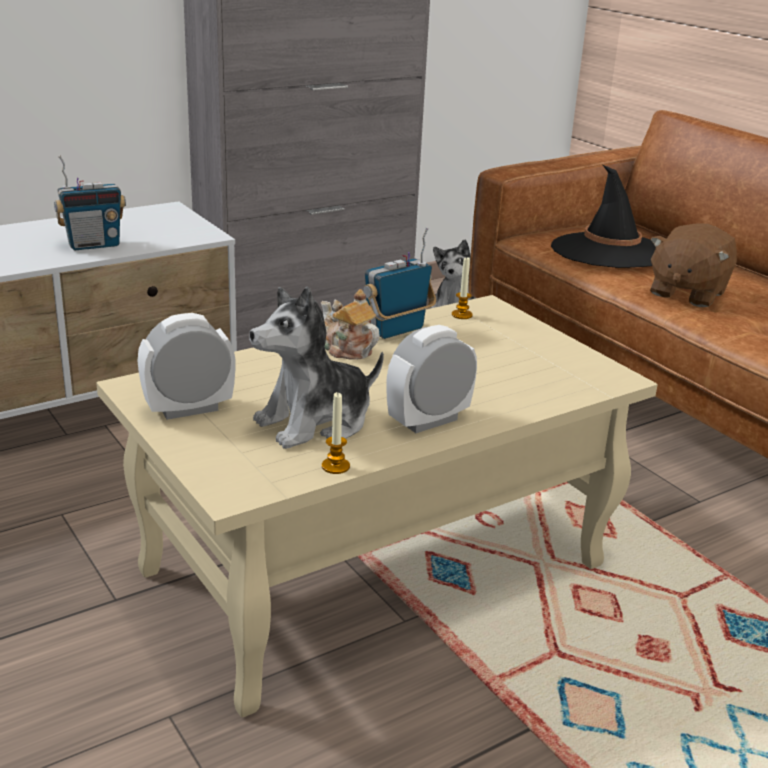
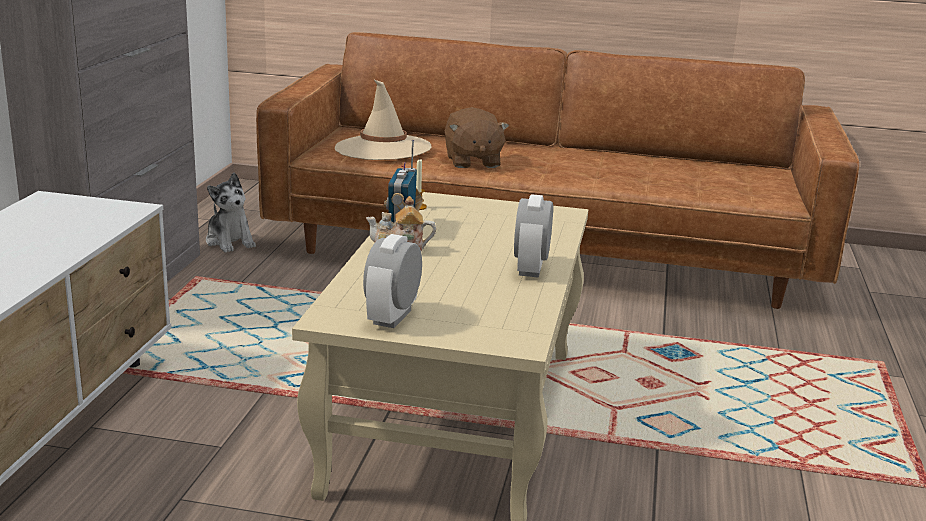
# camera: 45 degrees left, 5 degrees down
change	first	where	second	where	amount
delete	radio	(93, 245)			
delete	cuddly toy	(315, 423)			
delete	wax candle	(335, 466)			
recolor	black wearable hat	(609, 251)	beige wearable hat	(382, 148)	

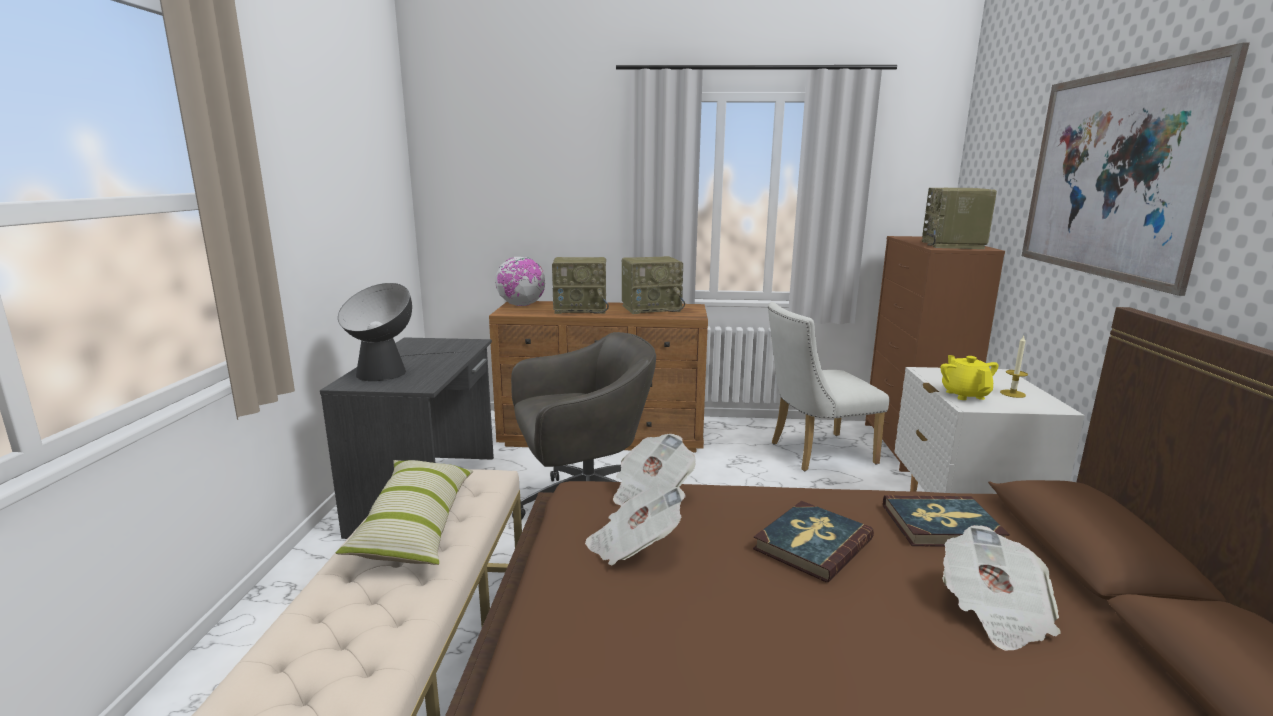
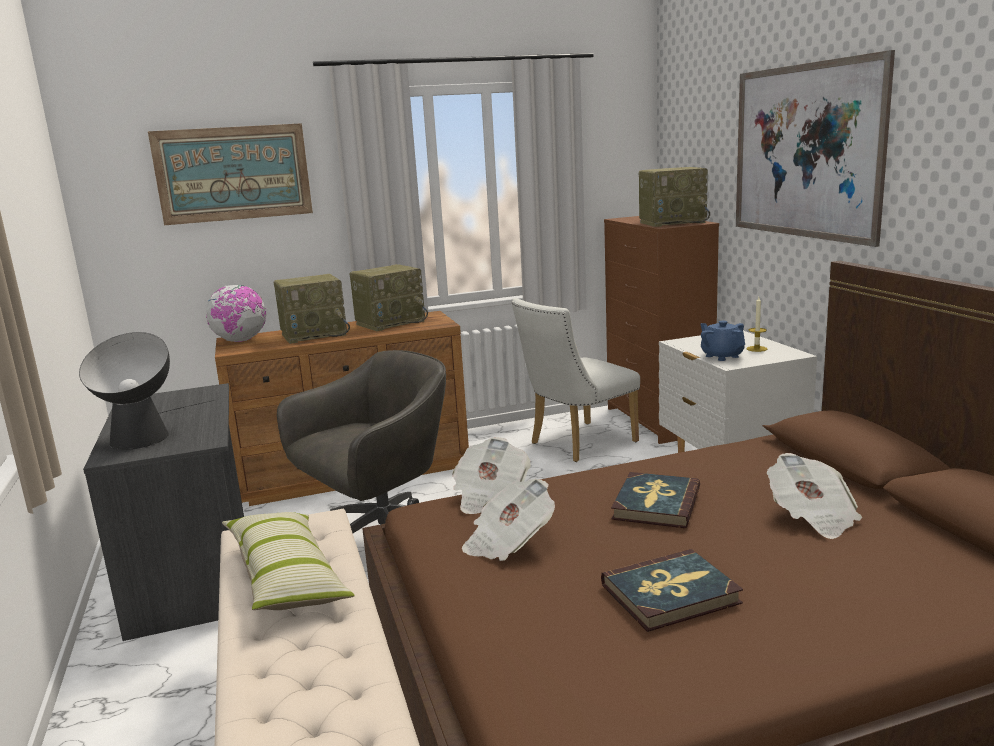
# camera: 20 degrees left, 0 degrees up
change	first	where	second	where	amount
insert			picture	(233, 173)	
move	book	(941, 525)		(670, 594)	
recolor	yellow teapot	(965, 395)	blue teapot	(722, 356)	
rotate	radio	(953, 245)		(673, 222)	90 degrees counterclockwise

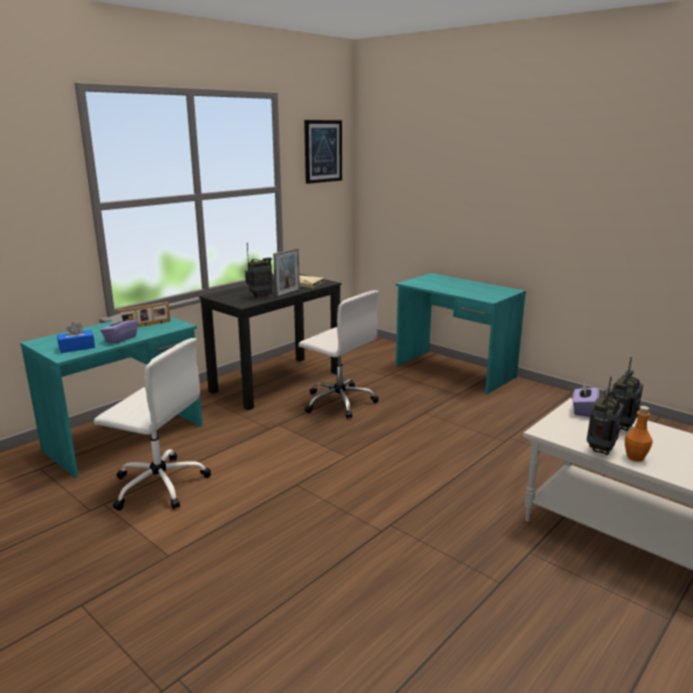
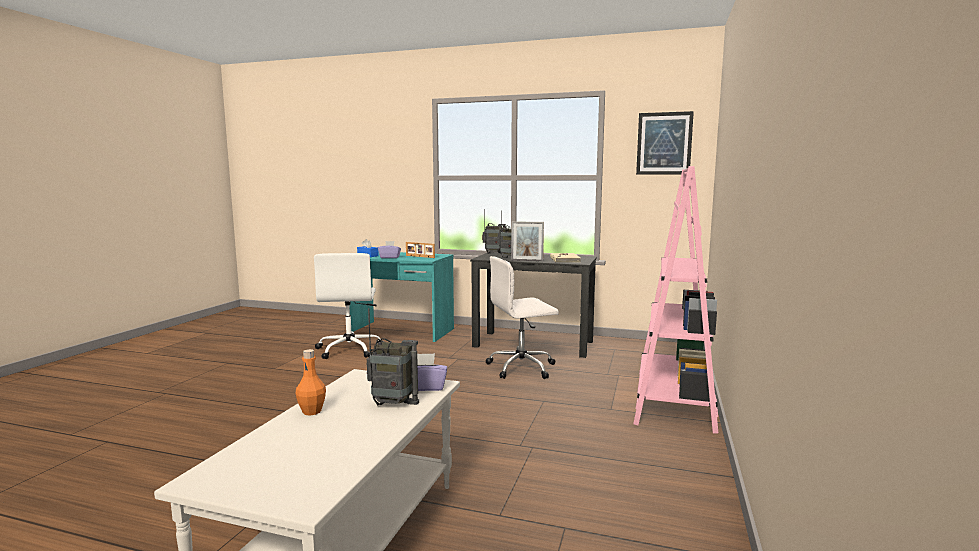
# camera: 65 degrees right, 10 degrees down
change	first	where	second	where	amount
move	radio	(600, 449)		(493, 253)	
replace	blue-green desk unit	(454, 371)	pinkish shelving unit	(673, 399)	
rotate	whitish computer chair	(338, 402)		(522, 367)	60 degrees clockwise

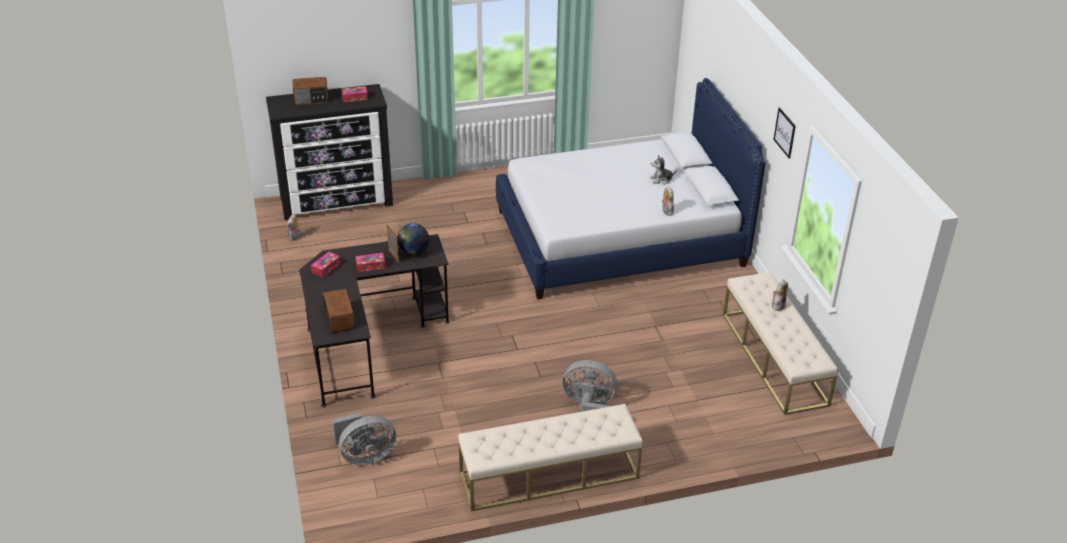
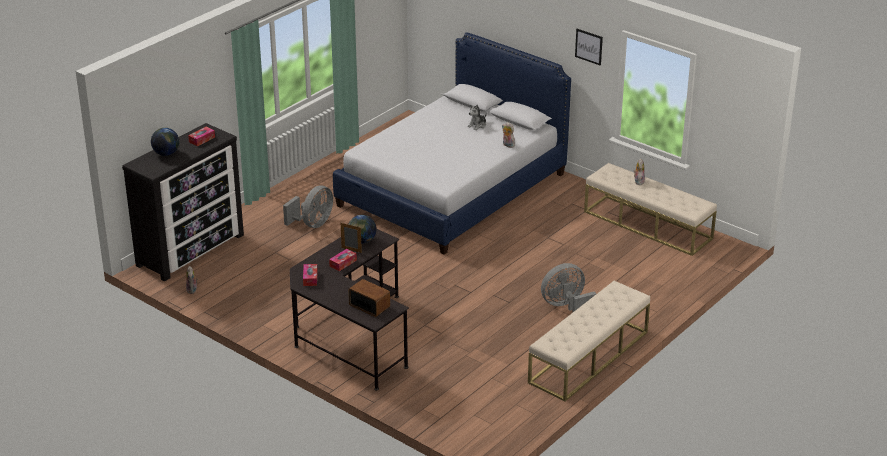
# camera: 35 degrees left, 5 degrees down
change	first	where	second	where	amount
move	gray cooling fan	(365, 456)		(313, 224)	
replace	radio	(311, 99)	globe	(166, 153)	

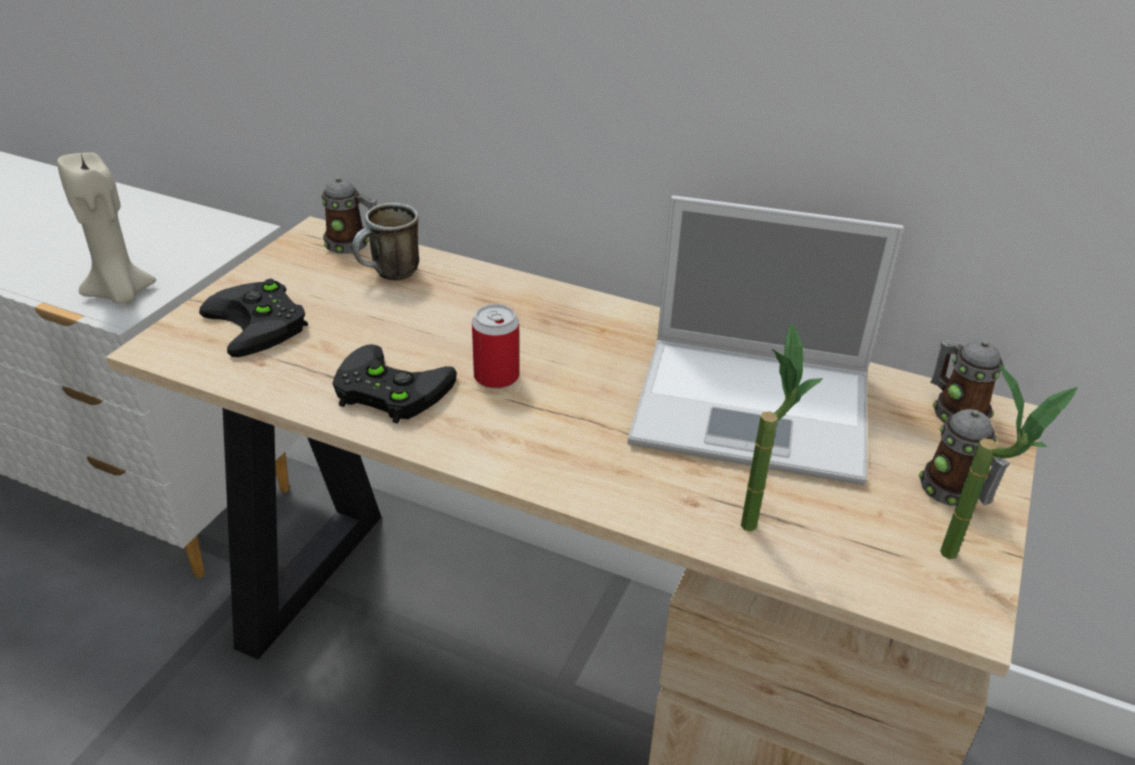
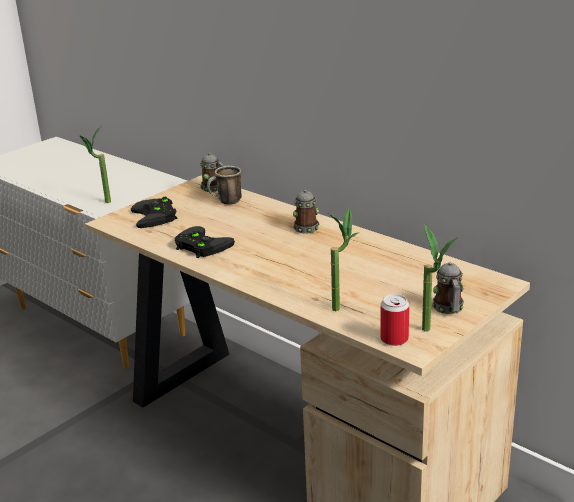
# camera: 20 degrees right, 10 degrees down
change	first	where	second	where	amount
delete	laptop	(757, 408)			
move	can	(496, 377)		(394, 339)	
move	coffee mug	(954, 411)		(305, 227)	
replace	beige wax candle	(120, 294)	plant in a pot	(102, 203)	

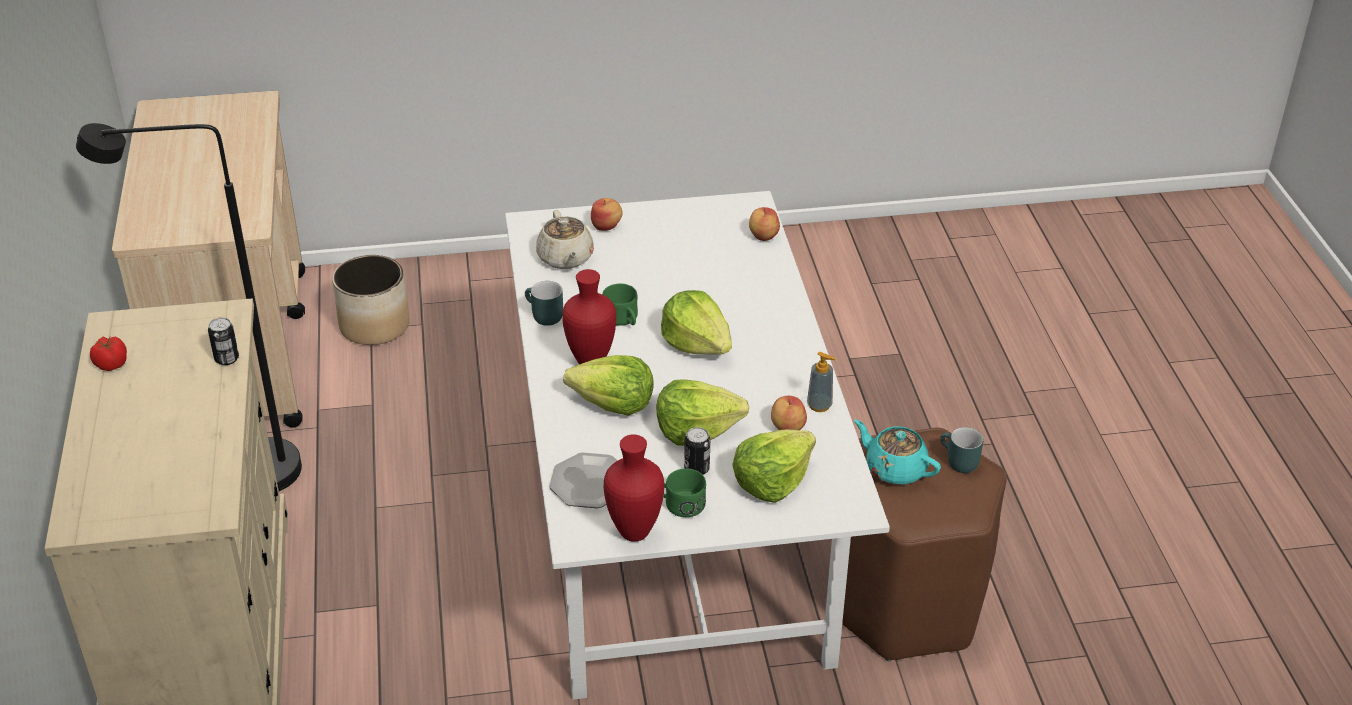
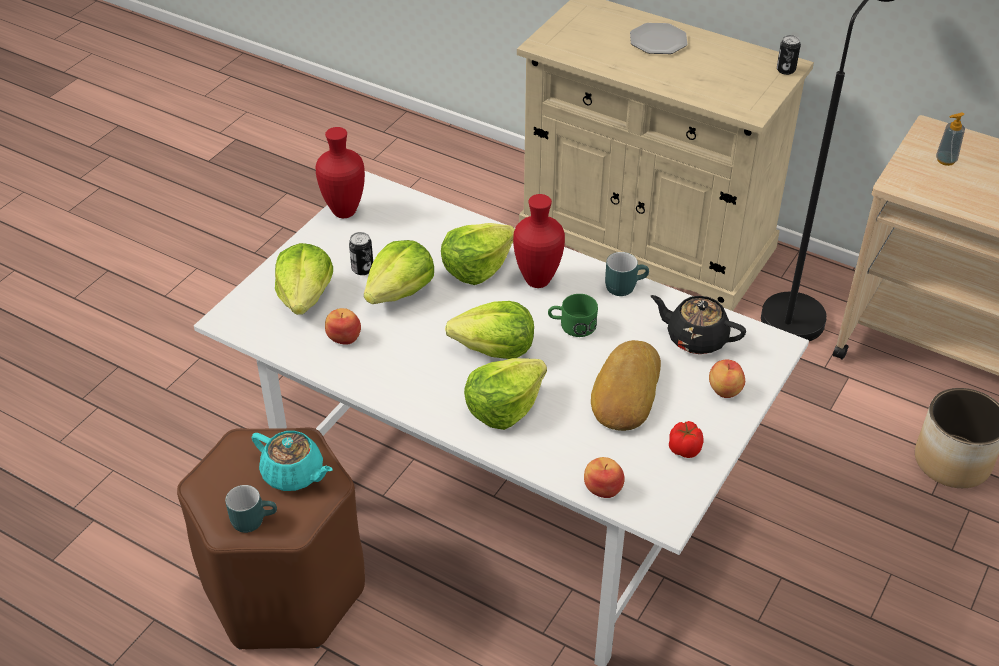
# camera: 130 degrees right, 5 degrees up
change	first	where	second	where	amount
delete	green-coloured coffee mug	(678, 504)			
insert			lettuce	(503, 407)	
insert			bread	(624, 392)	
move	fresh tomato	(111, 364)		(685, 448)	
move	can	(226, 359)		(785, 70)	
move	dinner plate	(590, 482)		(658, 41)	
move	soap bottle	(819, 405)		(945, 160)	
recolor	beige teapot	(565, 258)	black teapot	(695, 338)	
rotate	blue-green teapot	(894, 469)		(294, 474)	45 degrees clockwise

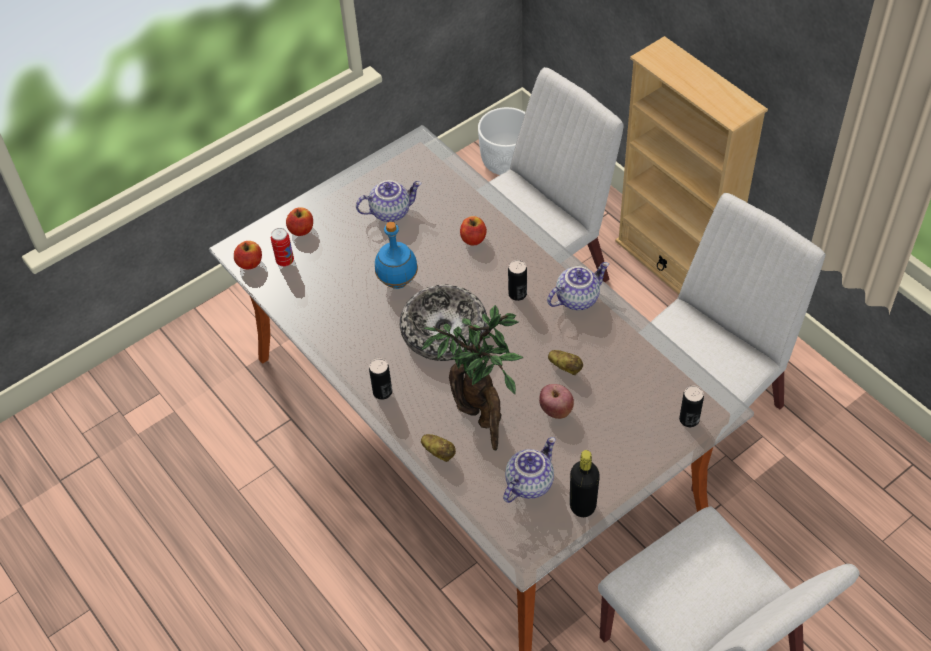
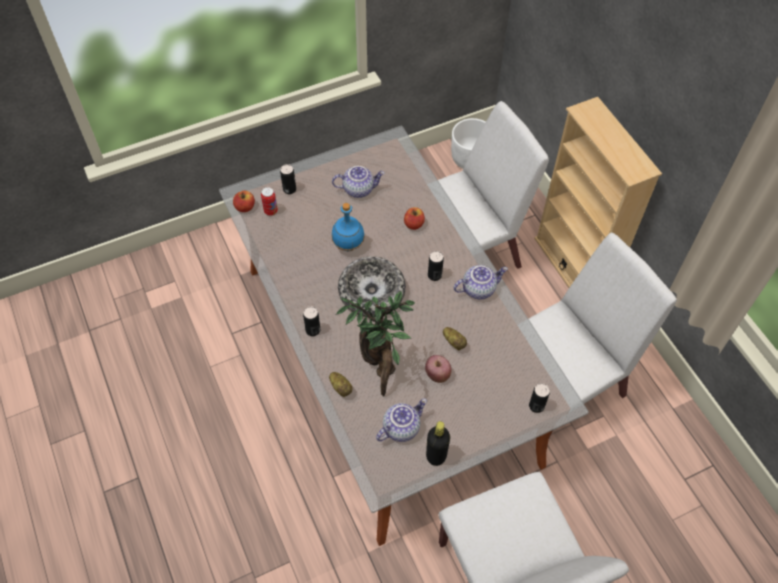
# camera: 10 degrees right, 5 degrees up
change	first	where	second	where	amount
replace	apple	(301, 230)	can	(289, 189)	

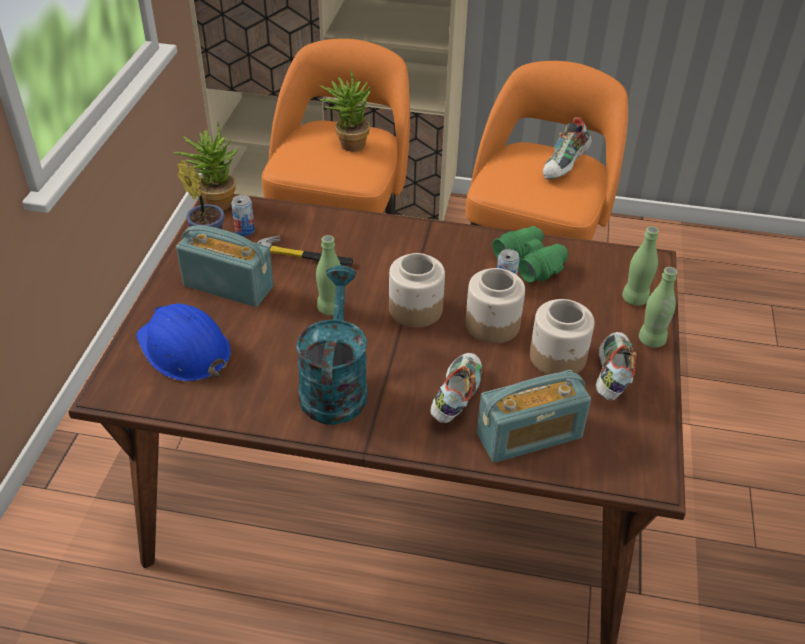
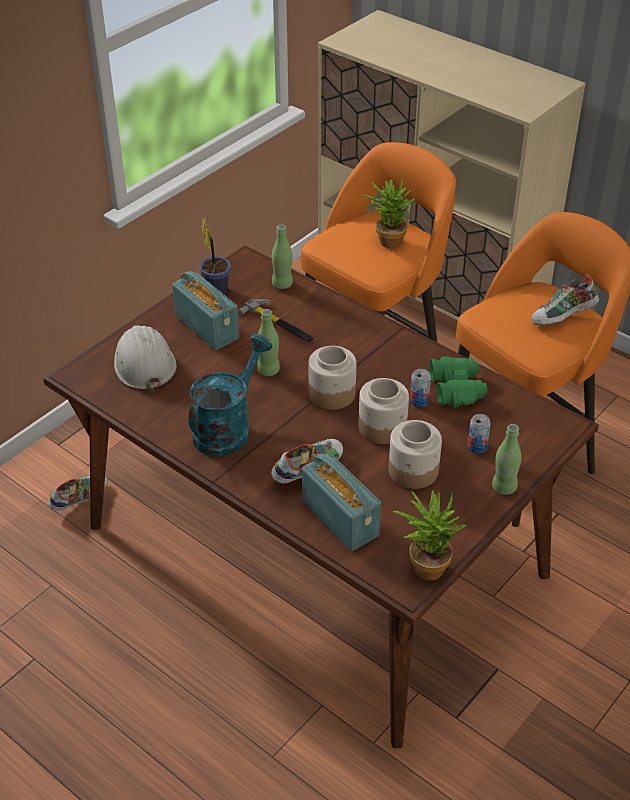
# camera: 30 degrees right, 0 degrees up
change	first	where	second	where	amount
move	plant in a pot	(214, 201)		(425, 564)	
move	can	(244, 230)		(477, 447)	
move	shoe	(610, 376)		(80, 499)	
move	green-coloured drink bottle	(634, 299)		(282, 284)	
recolor	blue safety helmet	(184, 349)	whitish safety helmet	(144, 363)	
rotate	radio	(529, 436)		(340, 518)	135 degrees counterclockwise

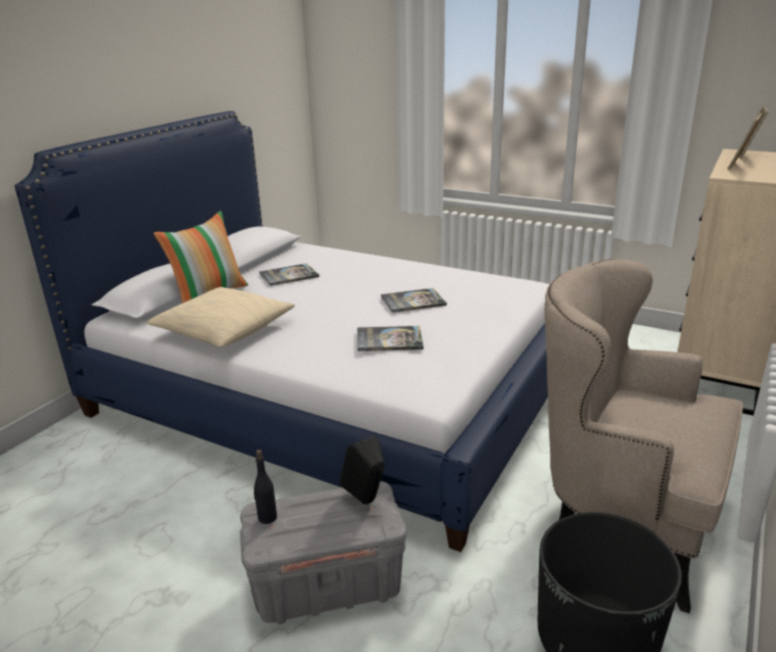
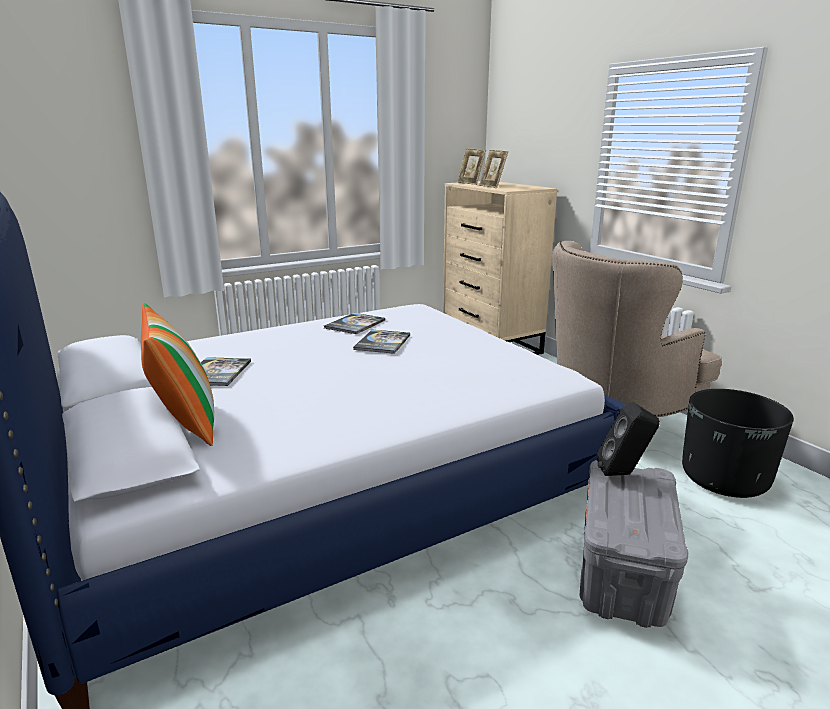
# camera: 60 degrees left, 5 degrees down
change	first	where	second	where	amount
delete	beige throw pillow	(224, 330)			
delete	black drink bottle	(267, 517)			
move	book	(389, 340)		(355, 324)	

